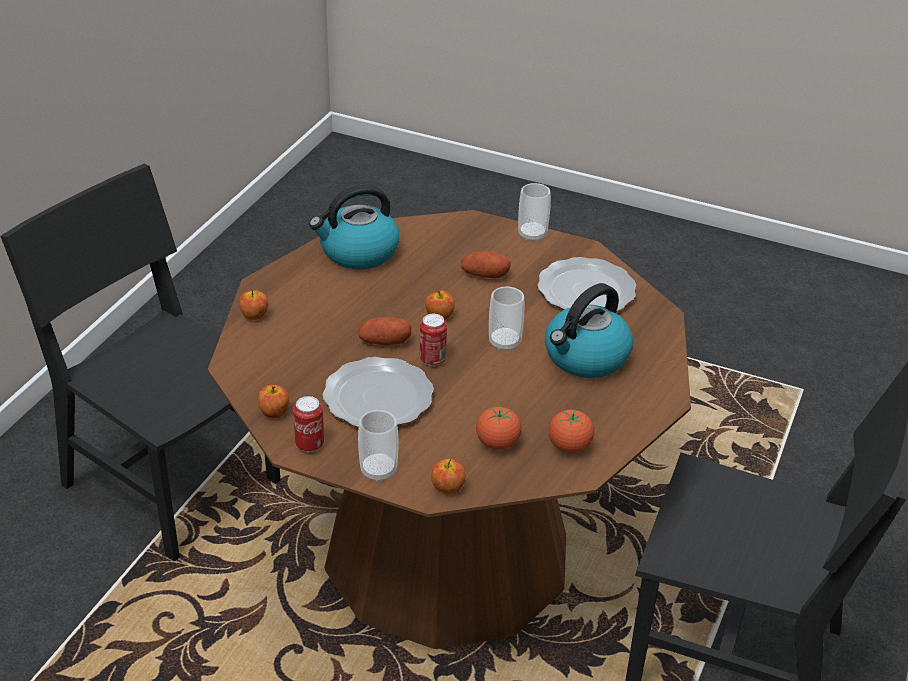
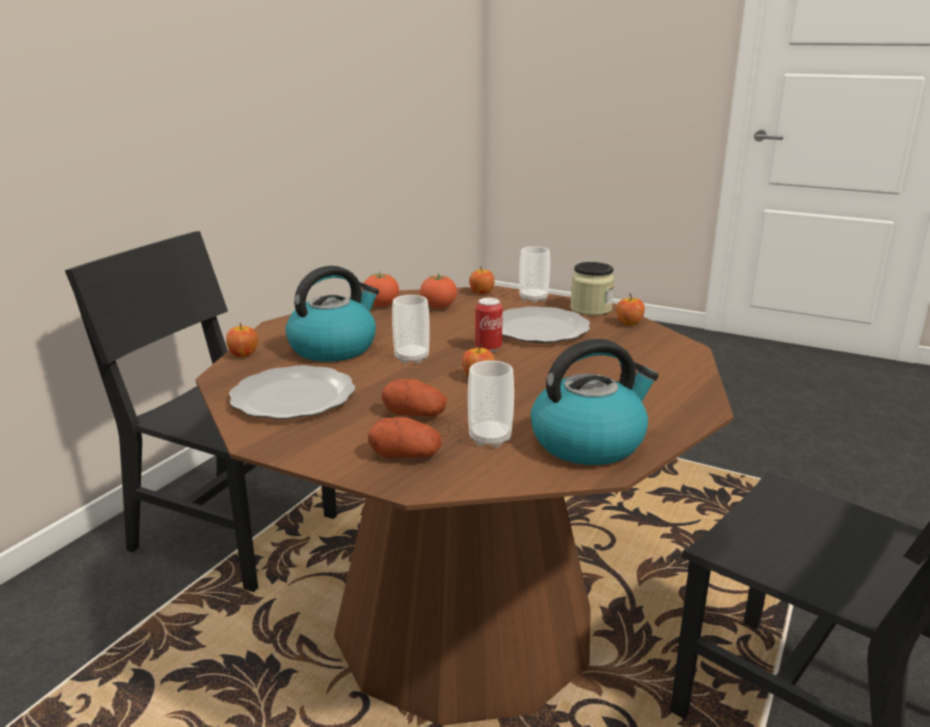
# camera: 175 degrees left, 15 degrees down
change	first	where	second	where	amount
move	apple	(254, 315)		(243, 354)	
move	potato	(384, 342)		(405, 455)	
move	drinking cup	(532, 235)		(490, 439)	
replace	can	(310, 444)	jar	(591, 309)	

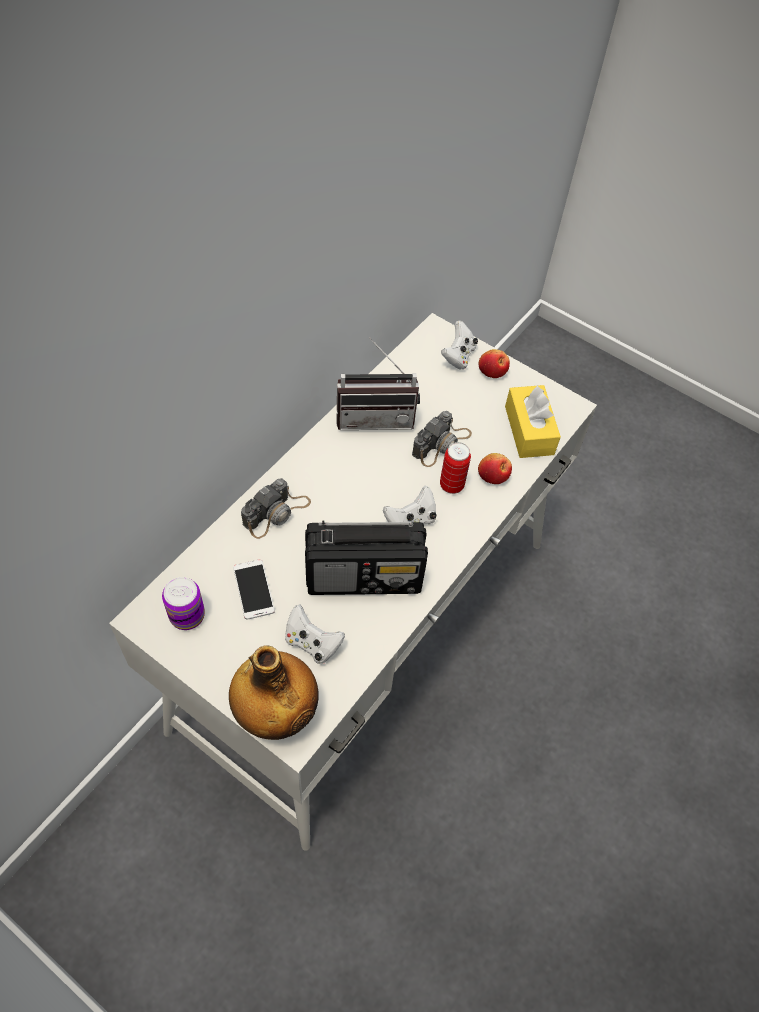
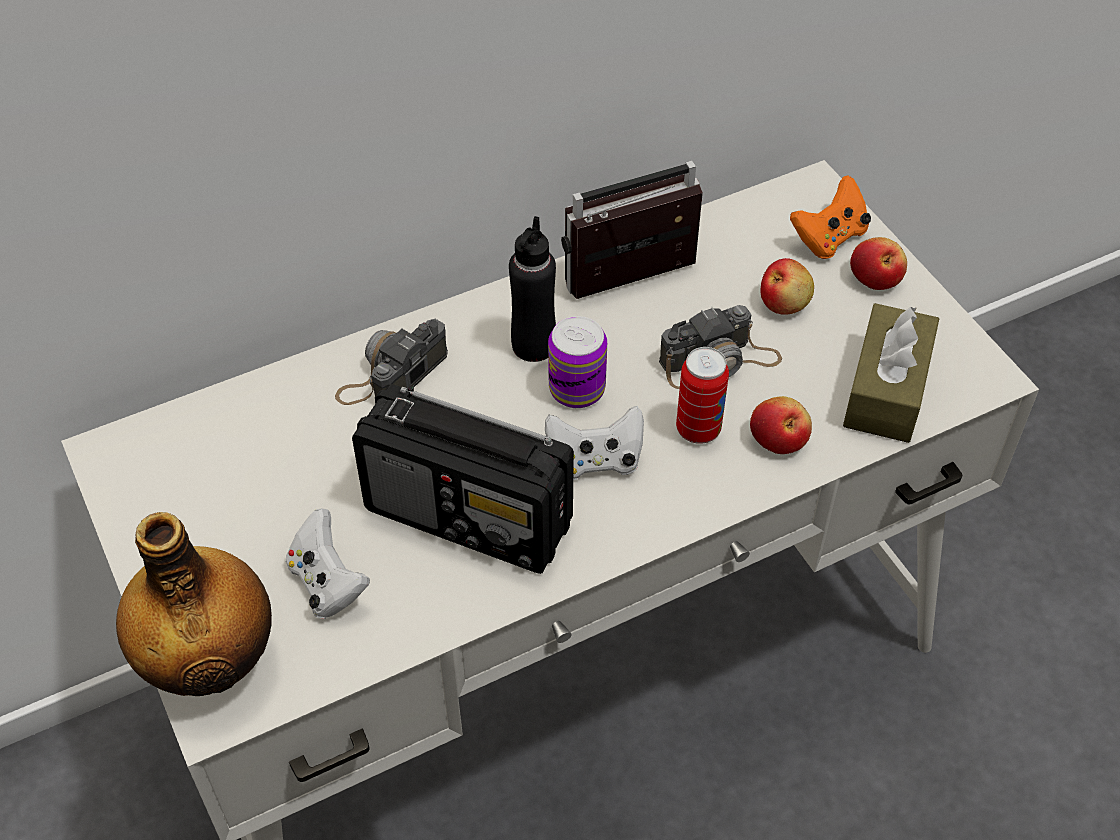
# camera: 30 degrees right, 5 degrees down
change	first	where	second	where	amount
delete	telephone	(253, 589)			
insert			black drink bottle	(533, 345)	
insert			apple	(784, 302)	
move	can	(187, 615)		(577, 389)	
recolor	whitish gamepad	(458, 356)	orangey gamepad	(829, 238)	
recolor	yellow tissue holder	(529, 430)	brownish tissue holder	(886, 389)	
rotate	photo camera	(276, 513)		(392, 374)	150 degrees clockwise
rotate	radio	(376, 416)		(635, 285)	135 degrees clockwise

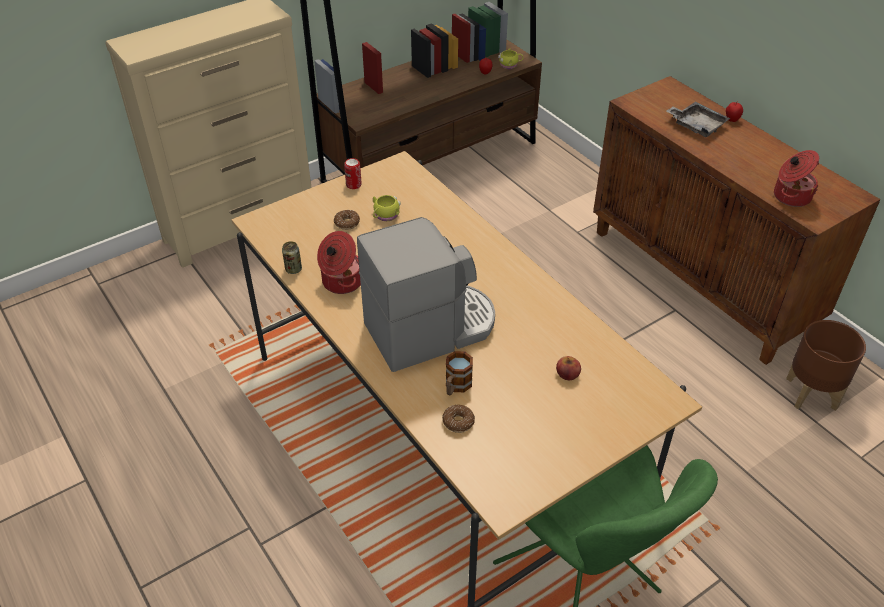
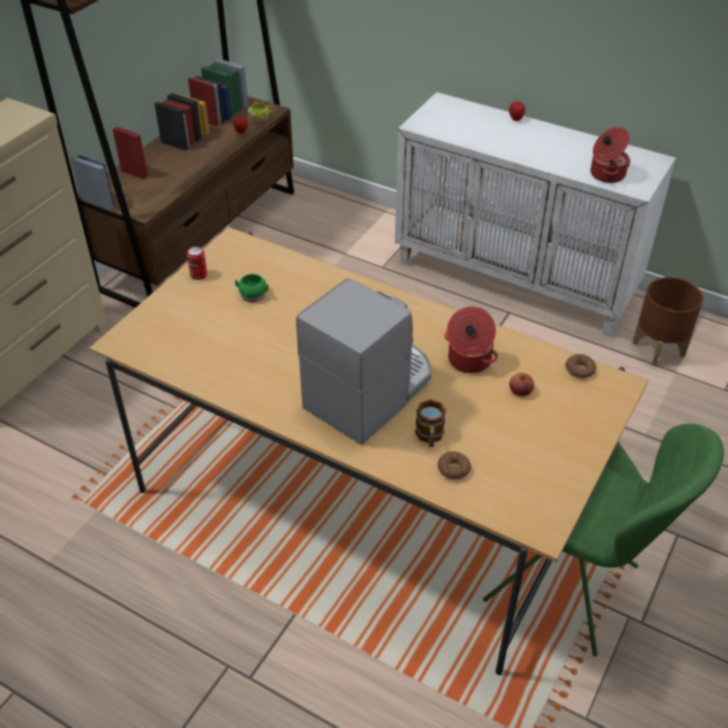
# camera: 25 degrees left, 0 degrees up
change	first	where	second	where	amount
delete	can	(293, 269)			
delete	gray carrying tray	(696, 125)			
move	stockpot	(341, 282)		(468, 360)	
move	doughnut	(347, 223)		(579, 370)	
recolor	yellow coffee mug	(385, 216)	green-coloured coffee mug	(252, 296)	
recolor	brownish storage cabinet	(701, 280)	whitish storage cabinet	(516, 279)	

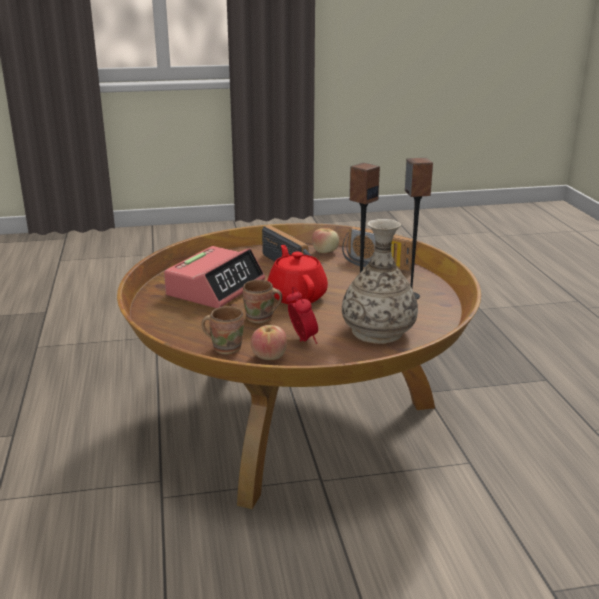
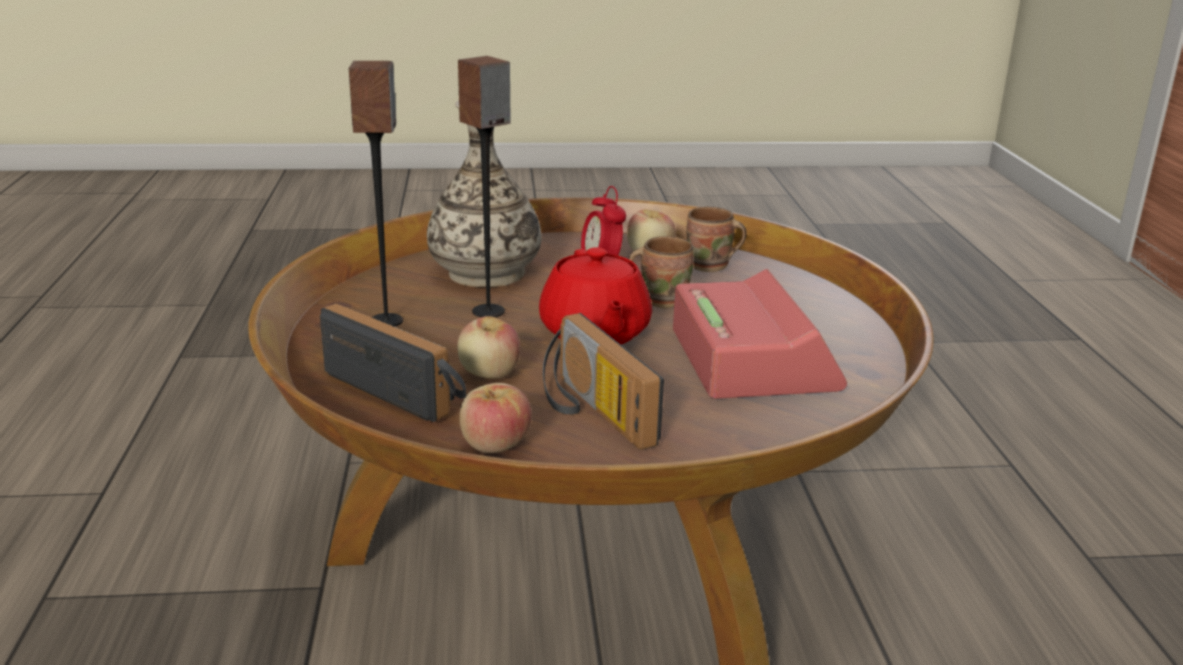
# camera: 175 degrees left, 0 degrees up
change	first	where	second	where	amount
insert			apple	(489, 374)	
rotate	table clock	(216, 288)		(752, 359)	135 degrees clockwise

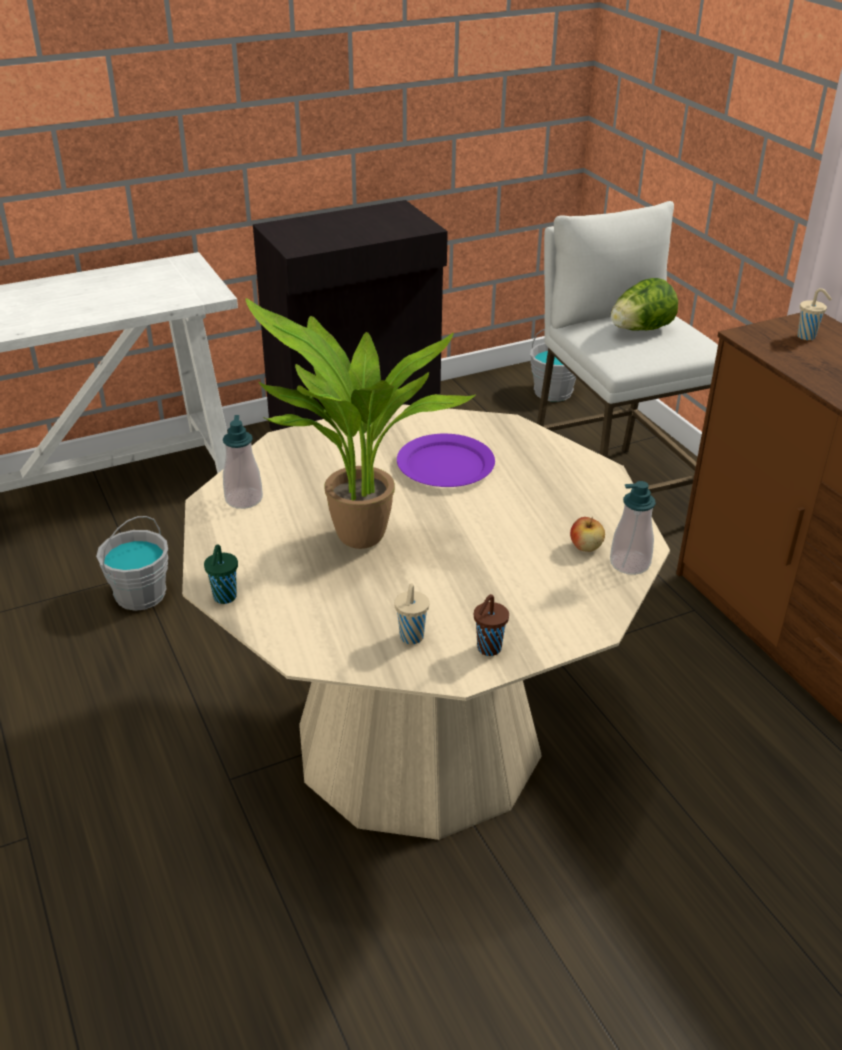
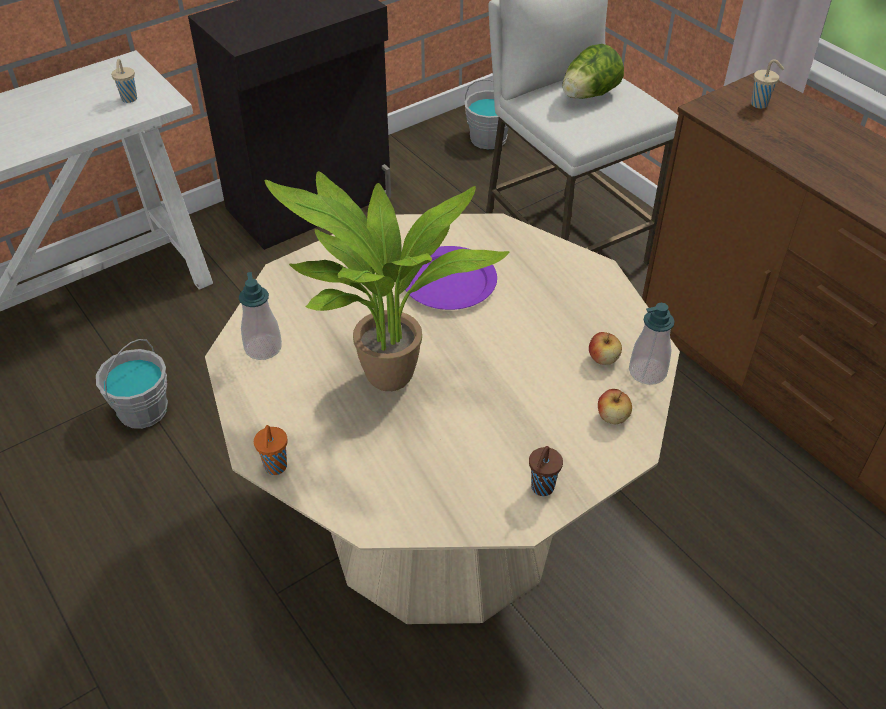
# camera: 10 degrees left, 10 degrees up
change	first	where	second	where	amount
insert			apple	(612, 417)	
move	beige drinking cup	(411, 638)		(129, 99)	
recolor	green-coloured drinking cup	(224, 598)	orangey drinking cup	(275, 468)	

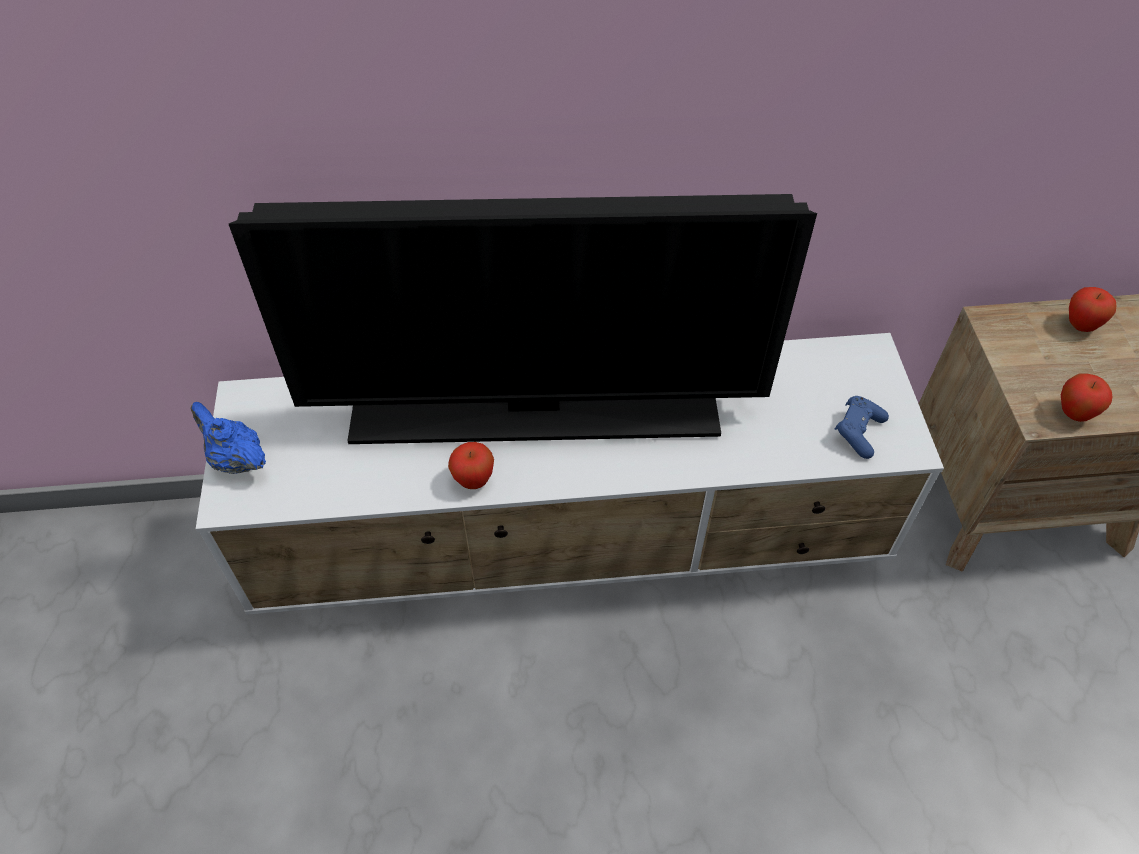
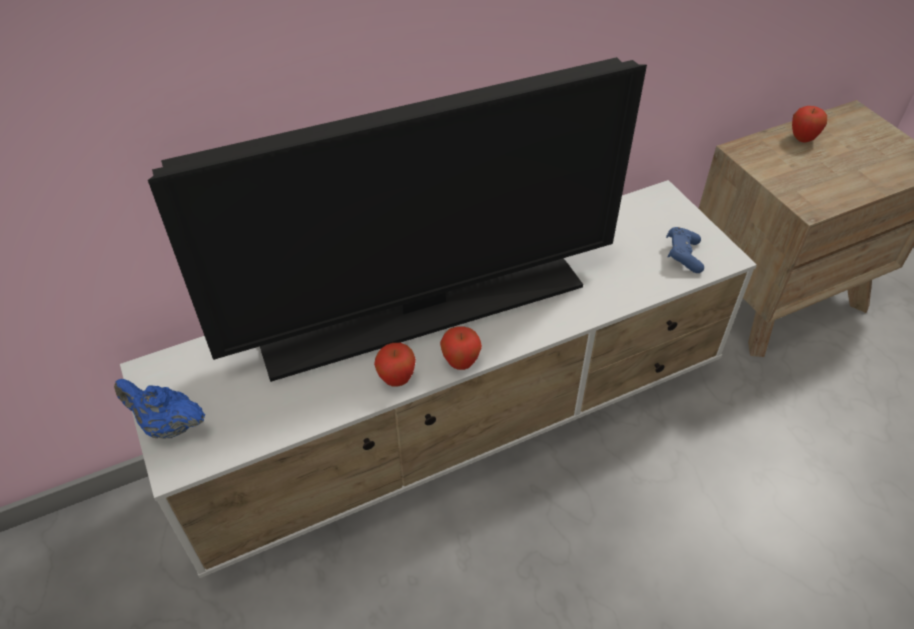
# camera: 20 degrees left, 5 degrees down
change	first	where	second	where	amount
move	apple	(1074, 414)		(461, 363)	

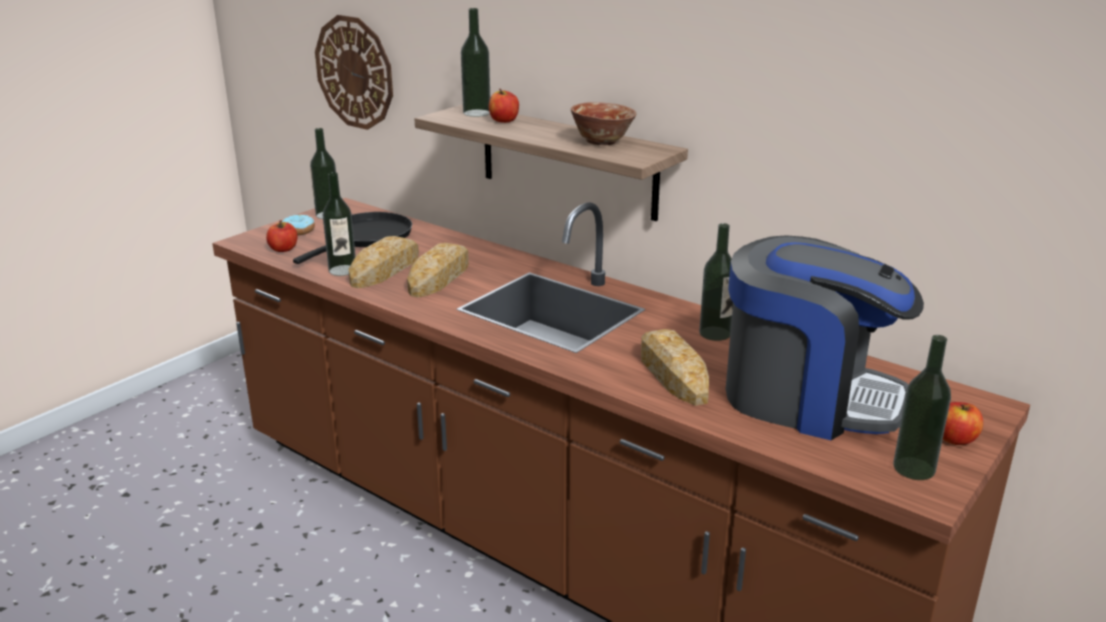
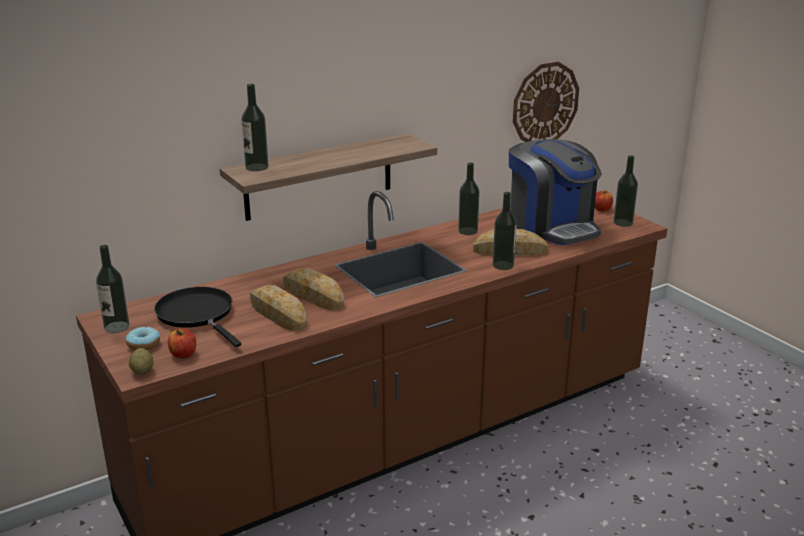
# camera: 70 degrees left, 0 degrees up
change	first	where	second	where	amount
delete	apple	(504, 120)			
delete	bowl	(602, 142)			
insert			potato	(142, 371)	
move	wall clock	(355, 72)		(545, 104)	
move	drink bottle	(342, 270)		(503, 265)	
rotate	coffee brewer	(808, 397)		(551, 227)	105 degrees clockwise

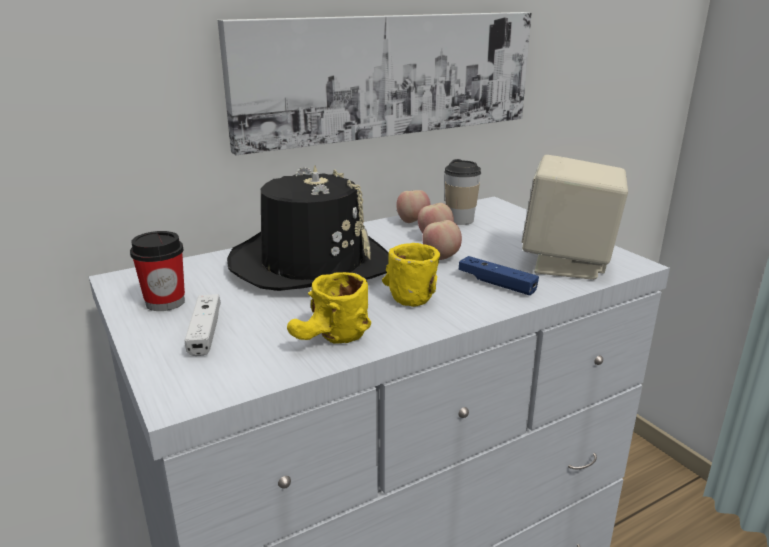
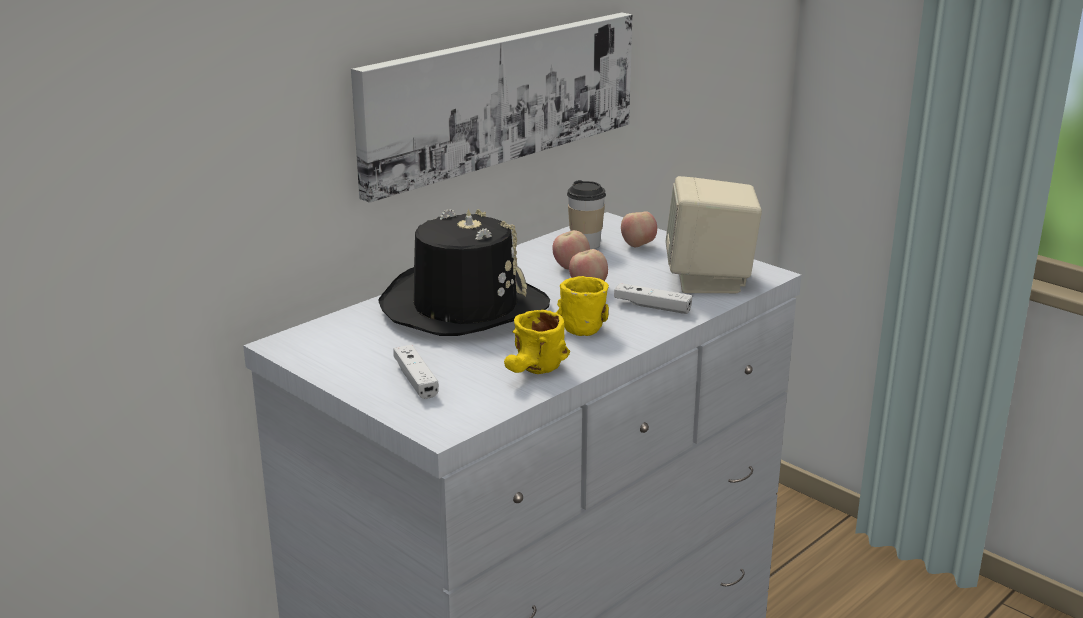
# camera: 15 degrees left, 0 degrees up
change	first	where	second	where	amount
delete	drinking cup	(165, 302)			
move	apple	(412, 222)		(638, 246)	
recolor	blue gamepad	(496, 283)	whitish gamepad	(652, 306)	

